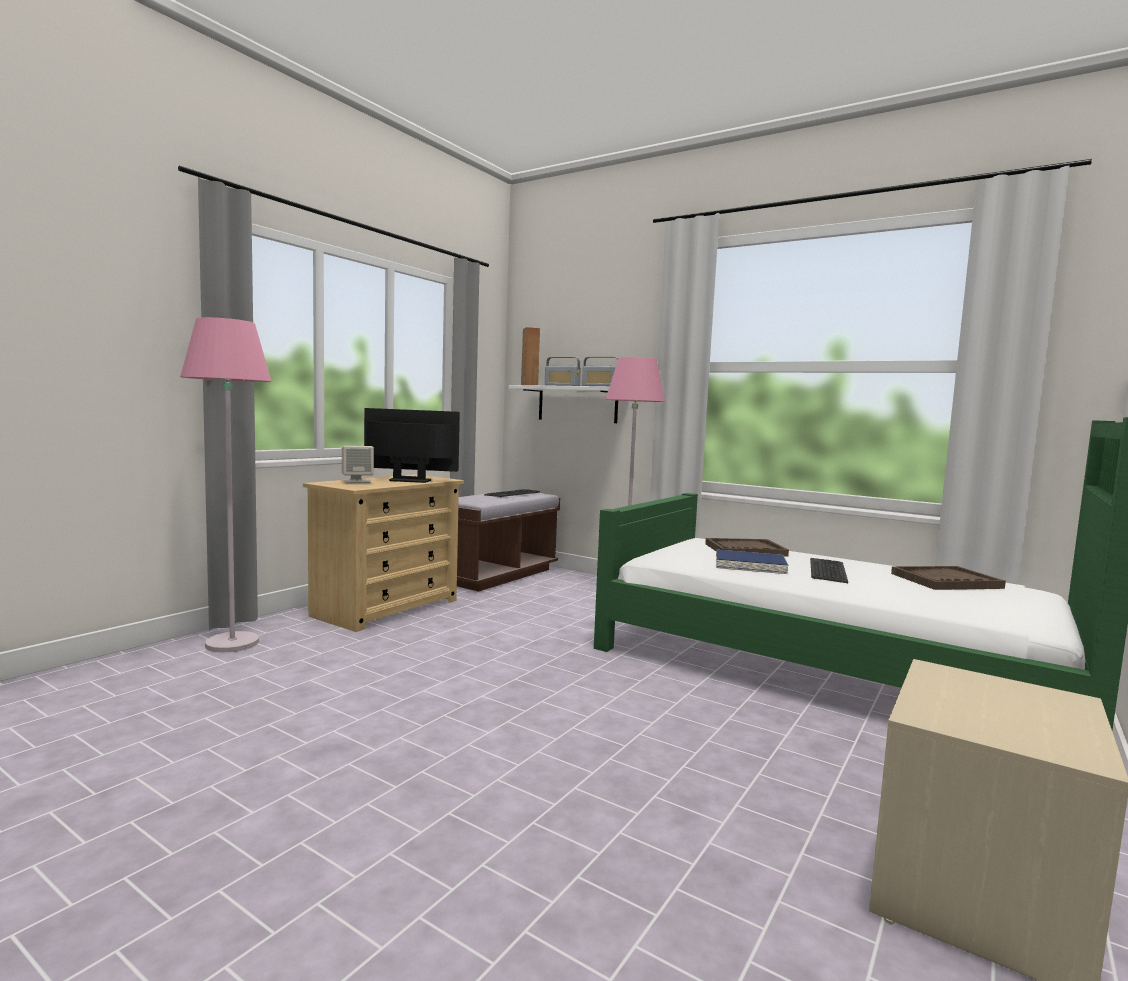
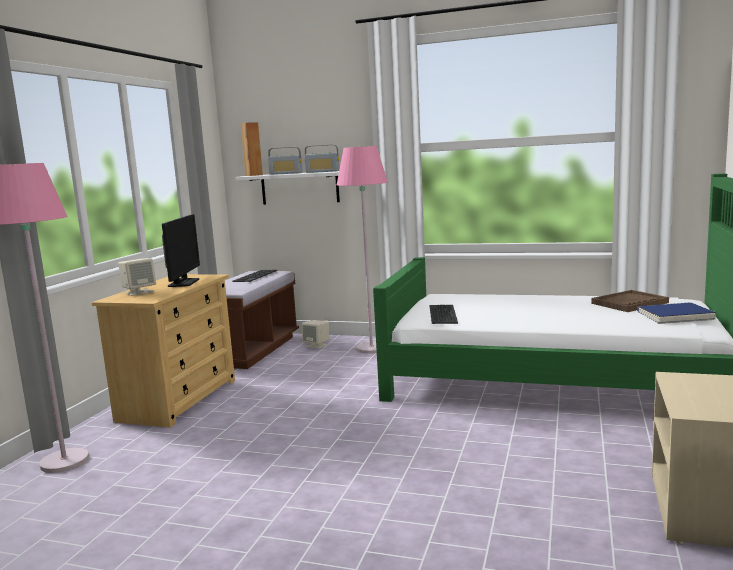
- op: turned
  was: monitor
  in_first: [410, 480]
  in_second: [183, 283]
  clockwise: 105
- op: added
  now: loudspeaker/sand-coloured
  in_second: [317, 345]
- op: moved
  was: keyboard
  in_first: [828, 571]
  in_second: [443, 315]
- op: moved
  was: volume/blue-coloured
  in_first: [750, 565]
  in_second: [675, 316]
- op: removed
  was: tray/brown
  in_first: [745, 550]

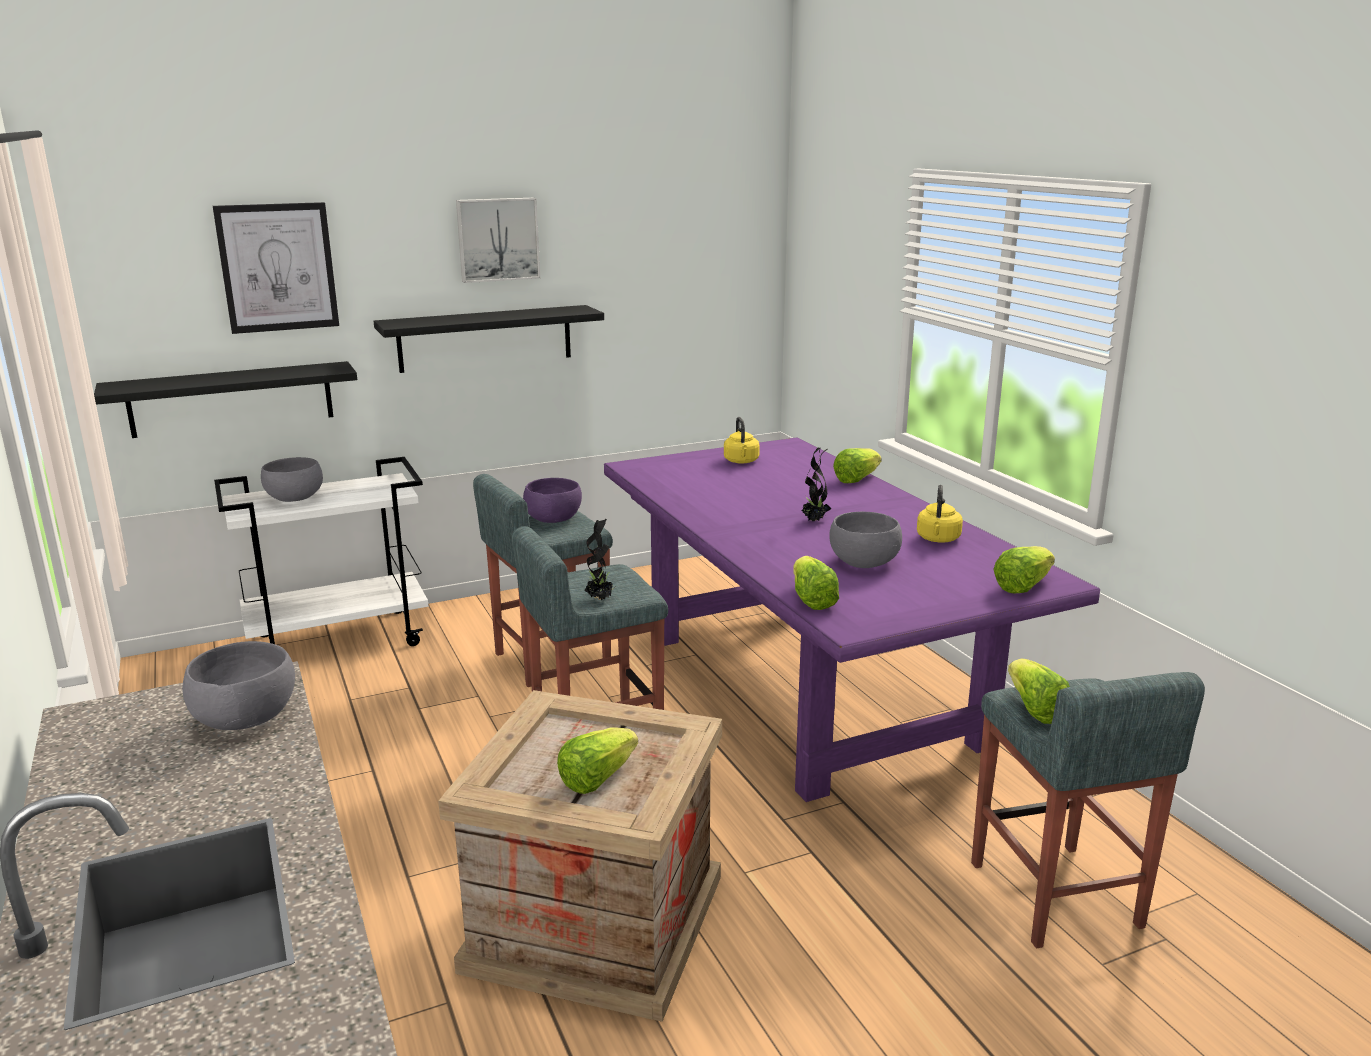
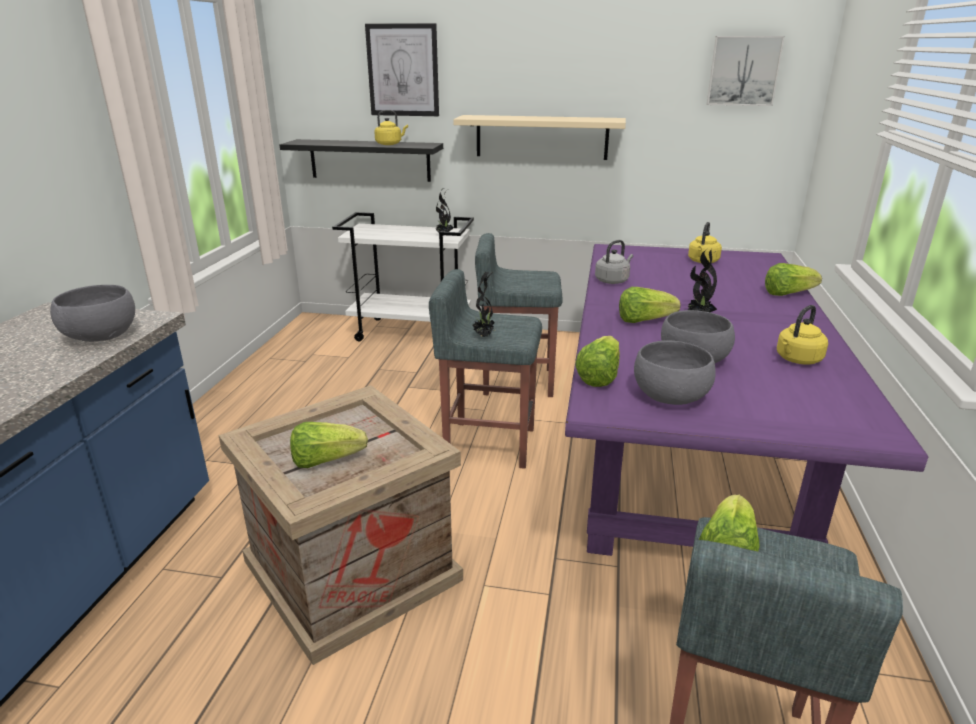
- op: added
  now: kettle/yellowish
  in_second: [390, 144]
- op: added
  now: houseplant
  in_second: [443, 235]
- op: recoloured
  was: wall shelf/black
  now: wall shelf/sand-coloured
  in_first: [485, 338]
  in_second: [541, 137]
- op: added
  now: kettle/greyish
  in_second: [613, 280]
- op: moved
  was: head of lettuce
  in_first: [1022, 586]
  in_second: [643, 320]
- op: moved
  was: serving bowl/greyish
  in_first: [295, 498]
  in_second: [670, 396]
- op: moved
  was: wall art
  in_first: [497, 239]
  in_second: [743, 71]
- op: removed
  was: serving bowl/purple
  in_first: [553, 519]

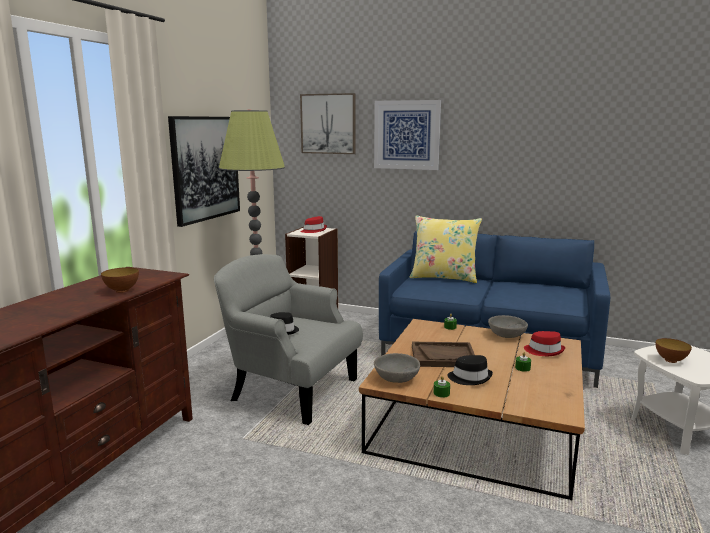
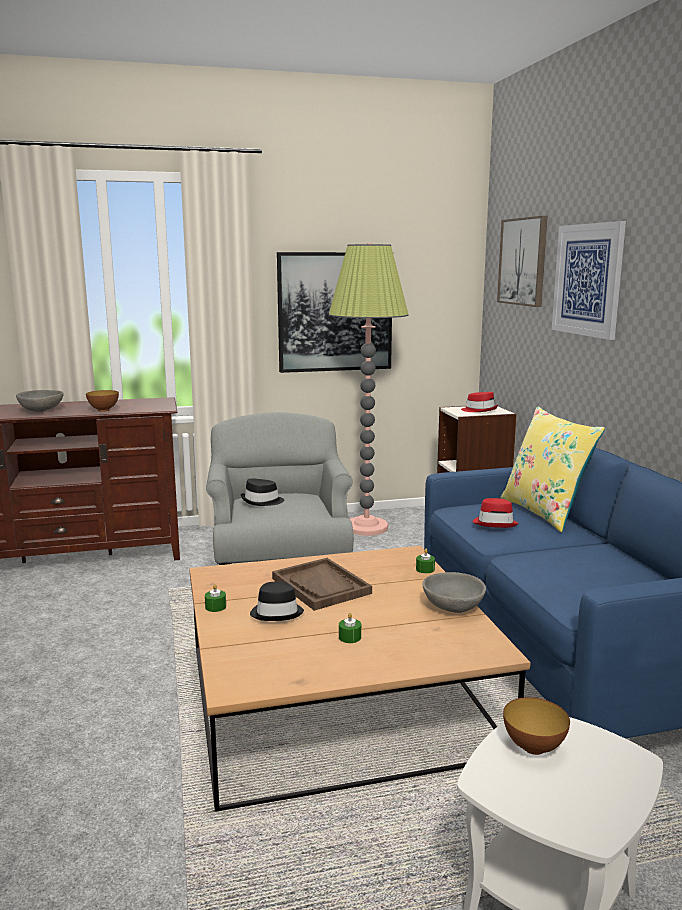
- op: moved
  was: serving bowl/greyish
  in_first: [397, 379]
  in_second: [41, 410]
- op: moved
  was: clothing hat/reddish
  in_first: [544, 351]
  in_second: [495, 523]

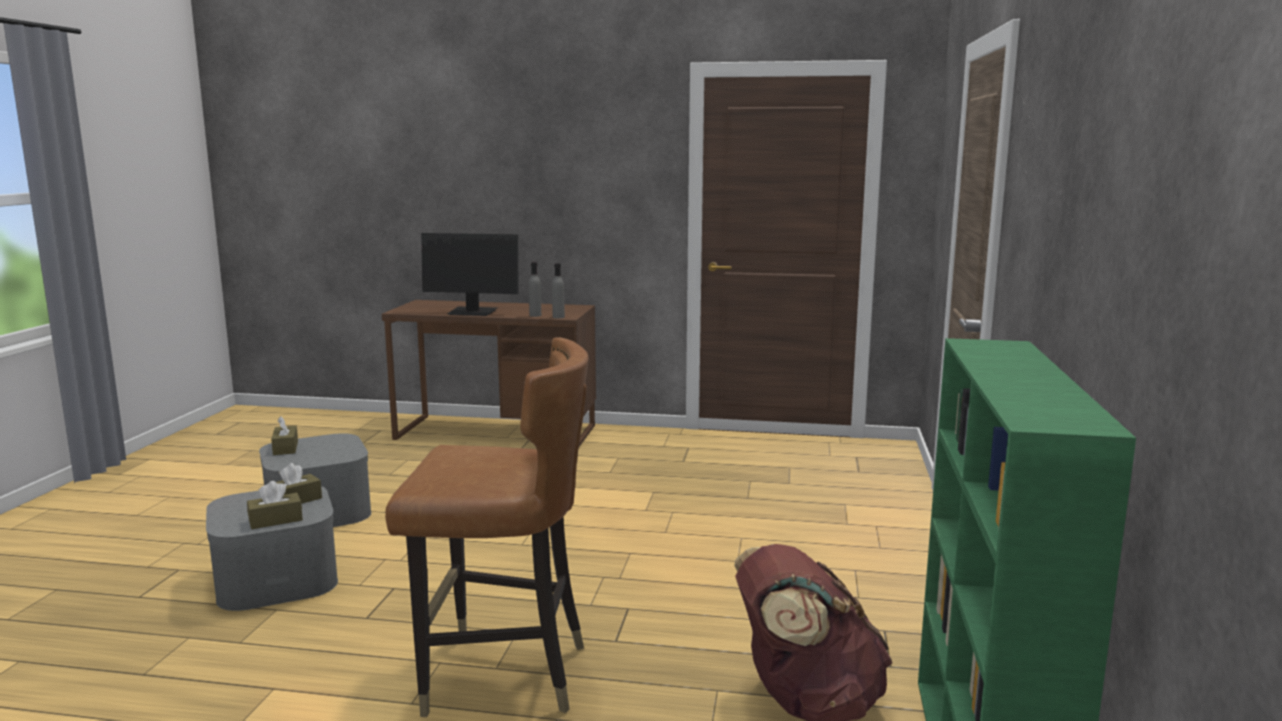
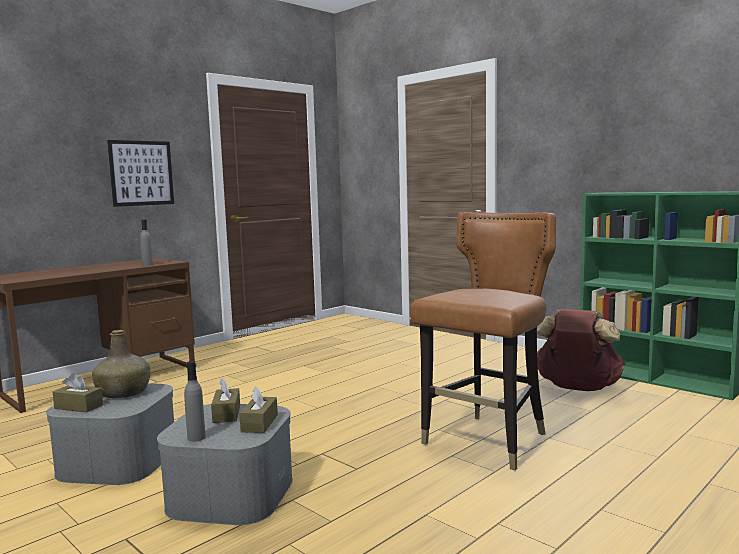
- op: added
  now: beverage bottle/green
  in_second: [124, 392]
- op: added
  now: wall art
  in_second: [141, 173]
- op: moved
  was: beverage bottle/greyish
  in_first: [558, 317]
  in_second: [196, 438]
- op: removed
  was: monitor
  in_first: [472, 312]

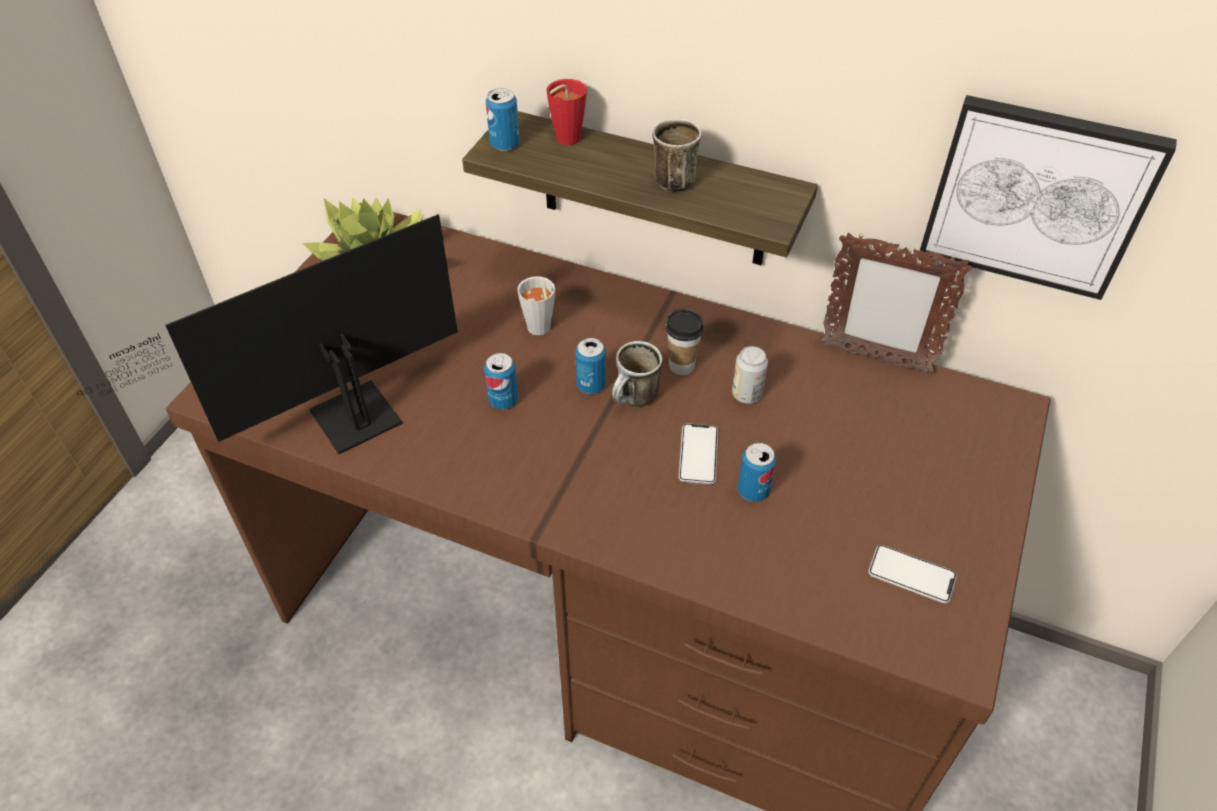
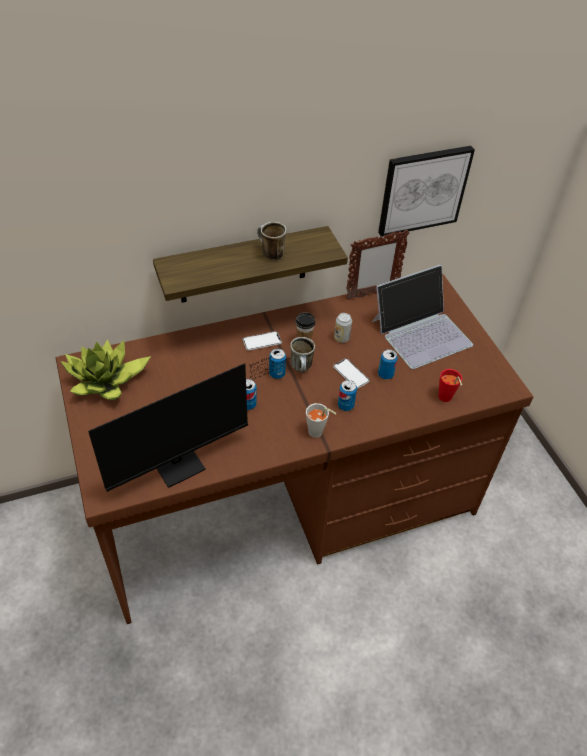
- op: turned
  was: monitor
  in_first: [342, 420]
  in_second: [185, 462]
  clockwise: -135
- op: moved
  was: handset
  in_first: [911, 575]
  in_second: [262, 341]
- op: moved
  was: small cup/greyish
  in_first: [539, 331]
  in_second: [318, 433]
- op: moved
  was: metal can
  in_first: [505, 144]
  in_second: [345, 405]
- op: added
  now: laptop
  in_second: [421, 332]
- op: moved
  was: small cup/reddish
  in_first: [564, 141]
  in_second: [445, 399]

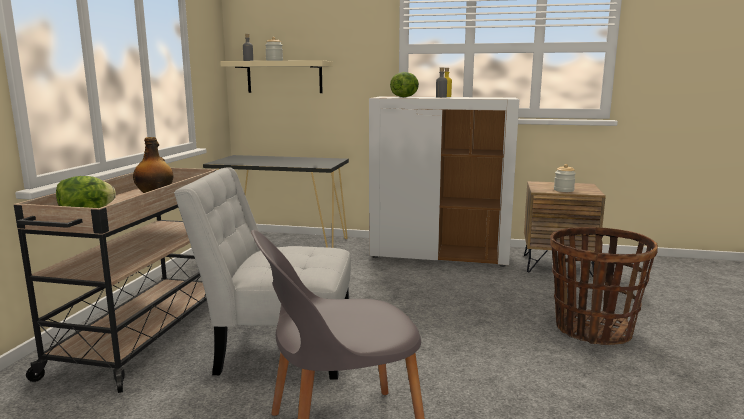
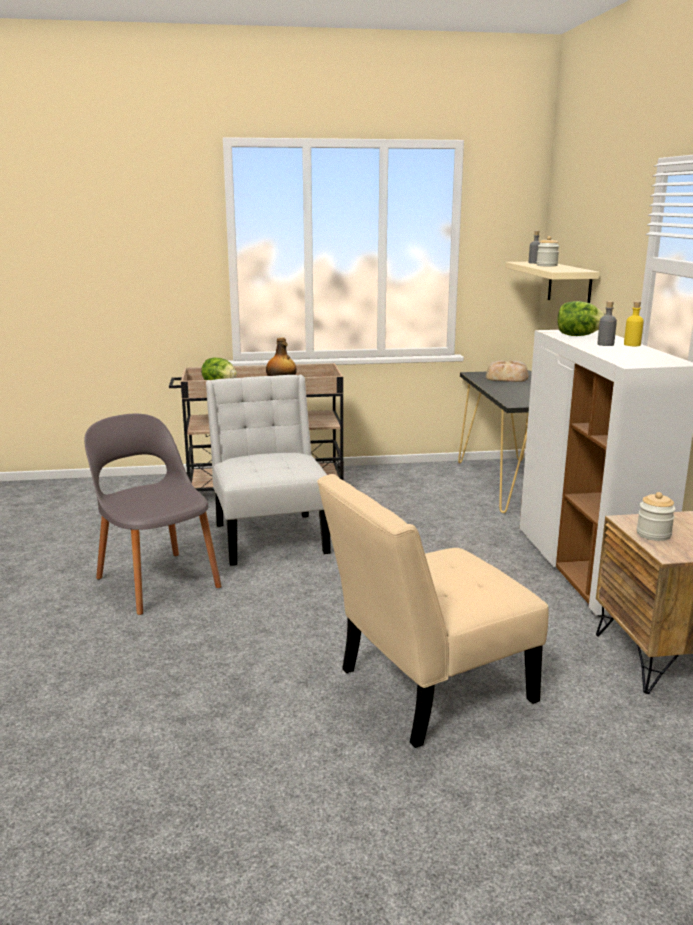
- op: replaced
  was: basket
  now: chair/sand-coloured
  in_first: [592, 329]
  in_second: [426, 689]
- op: added
  now: bread
  in_second: [507, 377]

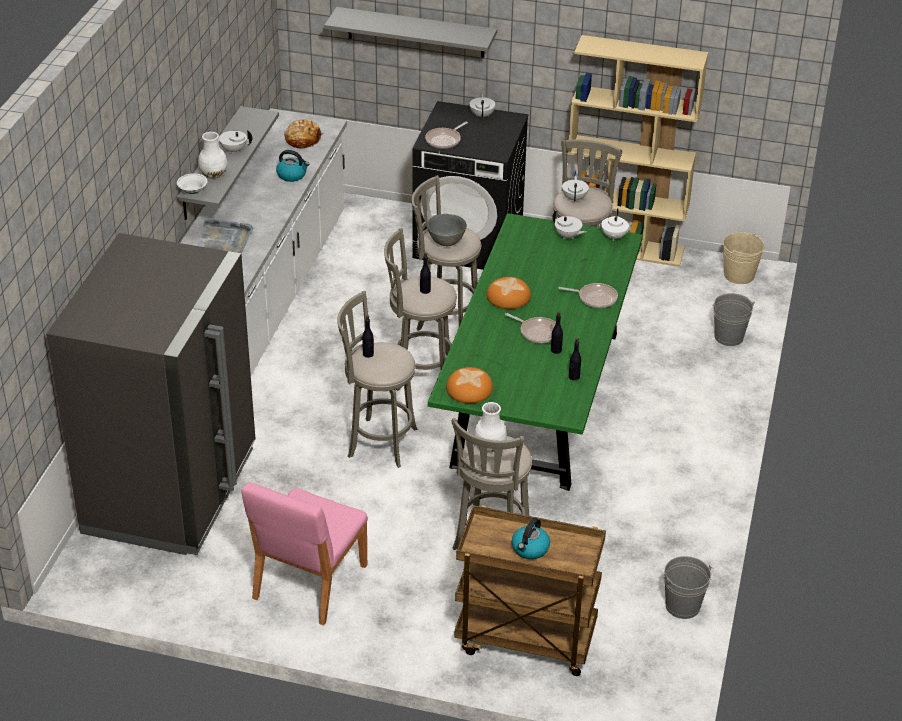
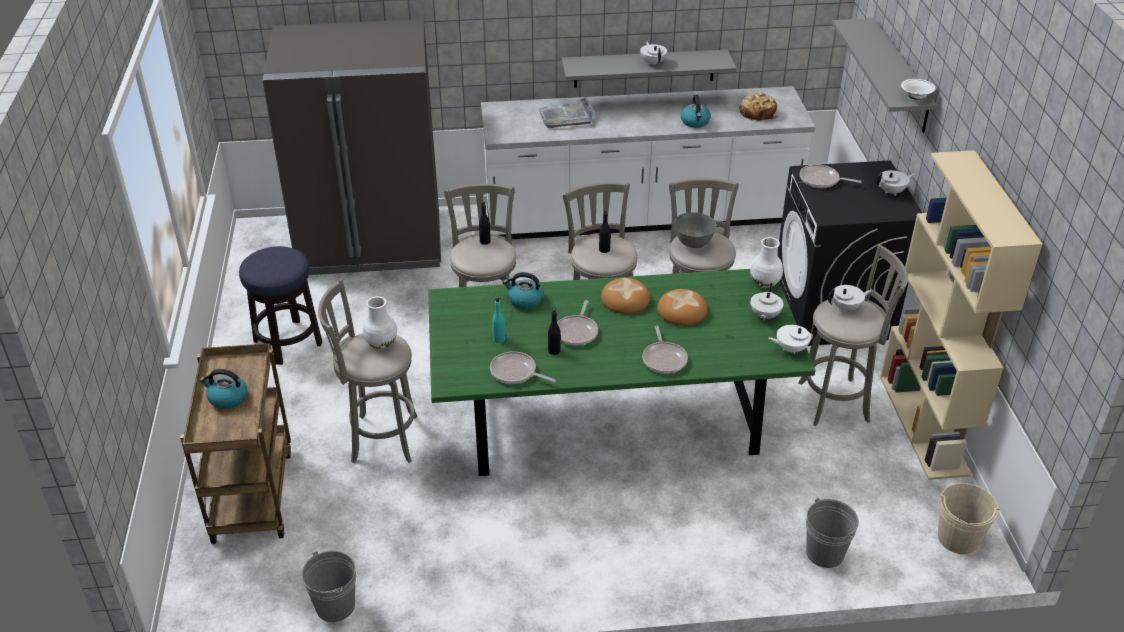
- op: replaced
  was: chair/pinkish
  now: sitting stool
  in_first: [308, 582]
  in_second: [288, 342]
- op: replaced
  was: beverage bottle/black
  now: skillet
  in_first: [574, 377]
  in_second: [515, 372]
- op: added
  now: beverage bottle/blue-green
  in_second: [499, 339]
- op: added
  now: kettle
  in_second: [525, 300]
- op: moved
  was: bread
  in_first: [469, 388]
  in_second: [682, 311]
- op: moved
  was: decorative vase/white-coloured
  in_first: [214, 175]
  in_second: [765, 283]
- op: moved
  was: serving bowl/white-coloured
  in_first: [193, 191]
  in_second: [915, 98]

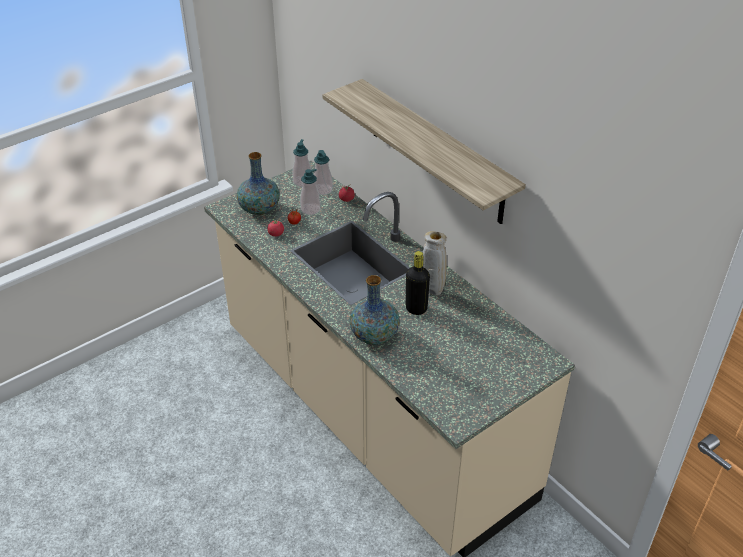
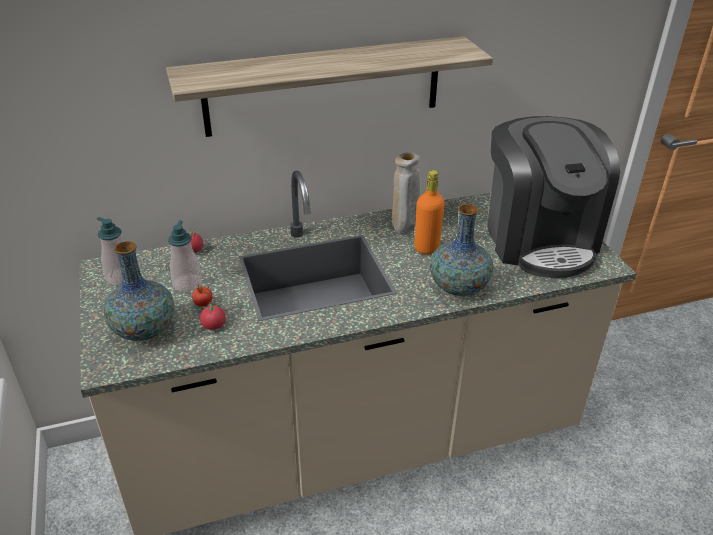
- op: recoloured
  was: beverage bottle/black
  now: beverage bottle/orange
  in_first: [416, 308]
  in_second: [426, 248]
- op: added
  now: coffee machine
  in_second: [539, 239]
- op: removed
  was: soap dispenser
  in_first: [323, 190]

